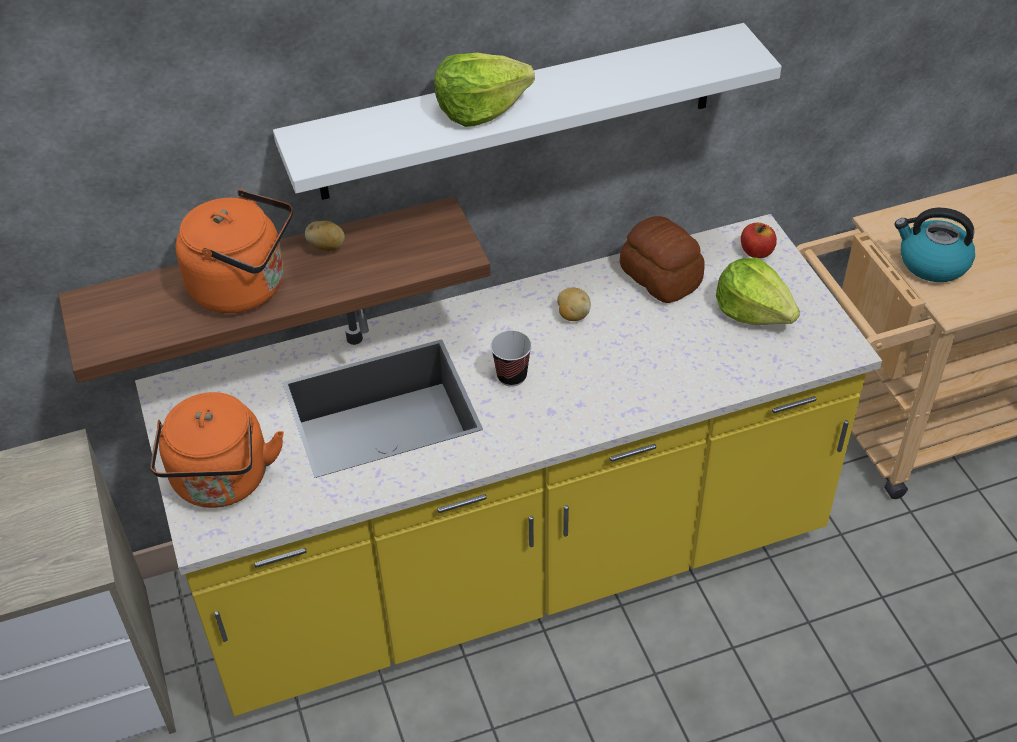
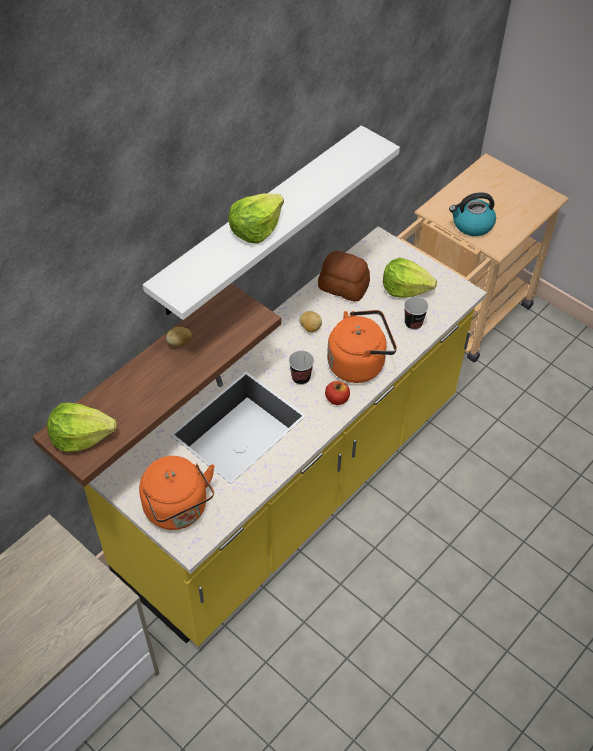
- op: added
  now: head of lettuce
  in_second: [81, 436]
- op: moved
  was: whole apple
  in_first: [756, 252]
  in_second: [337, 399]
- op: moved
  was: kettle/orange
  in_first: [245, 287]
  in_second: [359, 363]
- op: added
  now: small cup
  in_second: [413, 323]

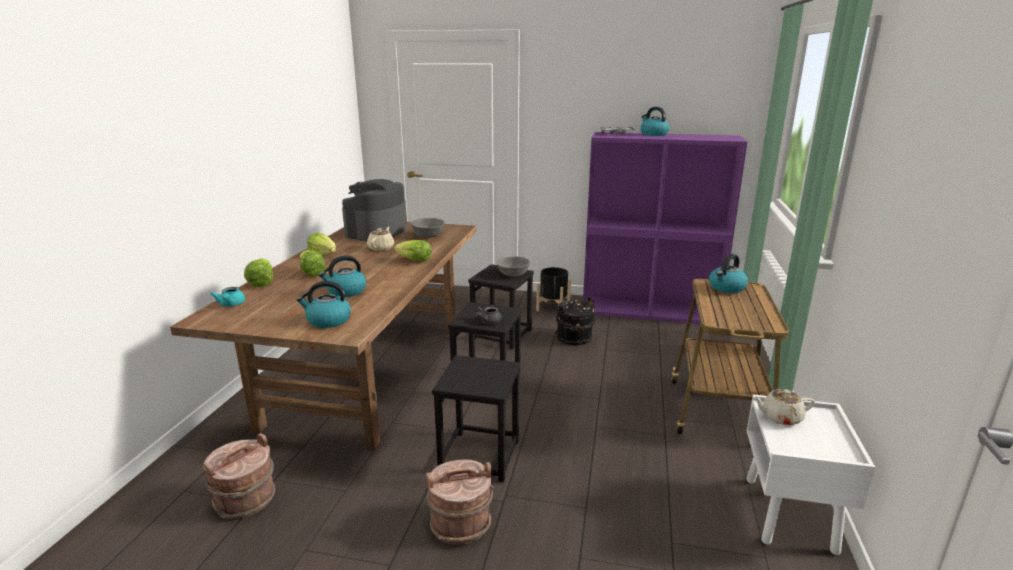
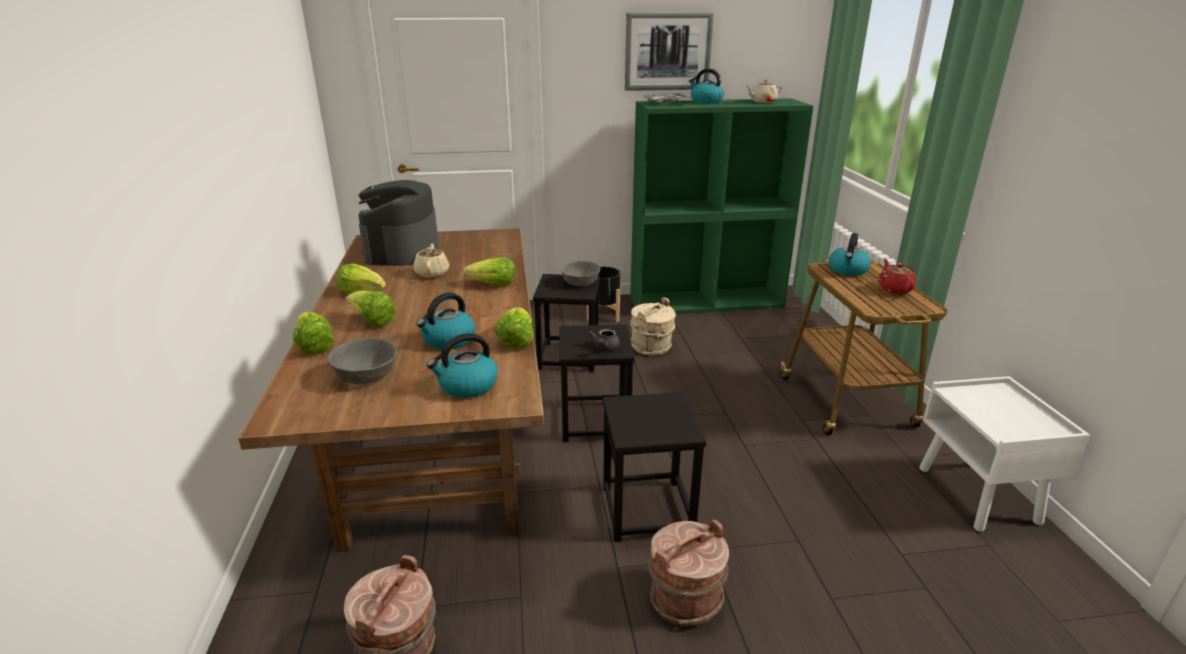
- op: moved
  was: serving bowl/greyish
  in_first: [428, 235]
  in_second: [367, 376]
- op: added
  now: head of lettuce
  in_second: [516, 340]
- op: added
  now: wall art
  in_second: [668, 51]
- op: recoloured
  was: bookshelf/purple
  now: bookshelf/green
  in_first: [650, 310]
  in_second: [706, 301]
- op: recoloured
  was: bucket/black
  now: bucket/sand-coloured
  in_first: [574, 338]
  in_second: [651, 347]
- op: moved
  was: teapot/sand-coloured
  in_first: [780, 417]
  in_second: [762, 102]
- op: added
  now: teapot/reddish
  in_second: [894, 289]
- op: removed
  was: teapot/blue-green
  in_first: [231, 305]

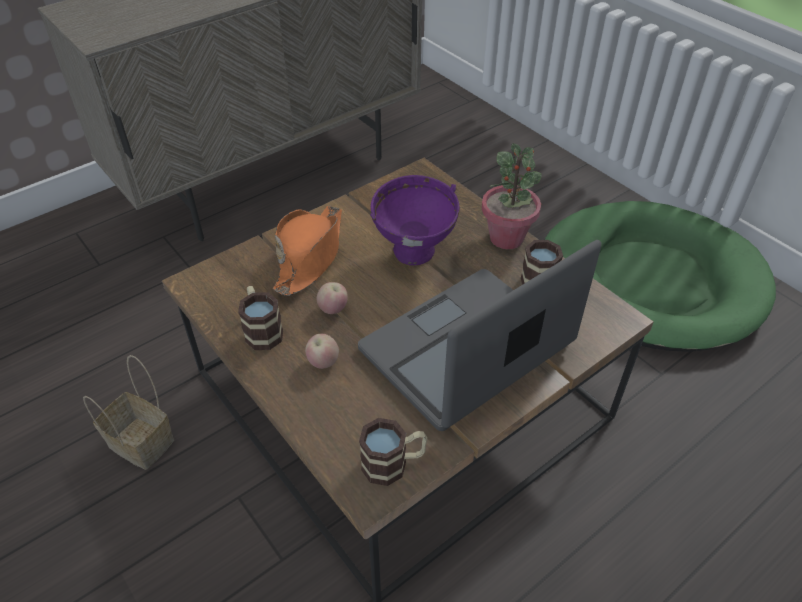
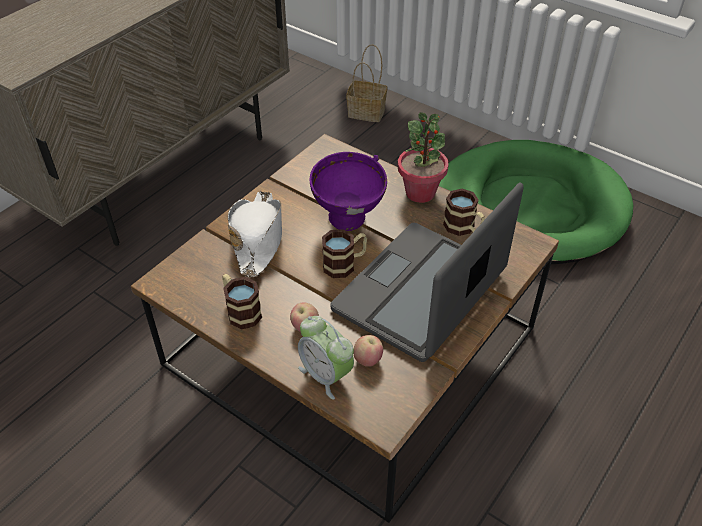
- op: recoloured
  was: clothing hat/orange
  now: clothing hat/white-coloured
  in_first: [310, 255]
  in_second: [258, 238]
- op: added
  now: table clock
  in_second: [326, 375]
- op: moved
  was: coffee mug
  in_first: [393, 464]
  in_second: [345, 264]
- op: moved
  was: basket
  in_first: [143, 443]
  in_second: [368, 112]
- op: moved
  was: whole apple
  in_first: [333, 309]
  in_second: [368, 360]

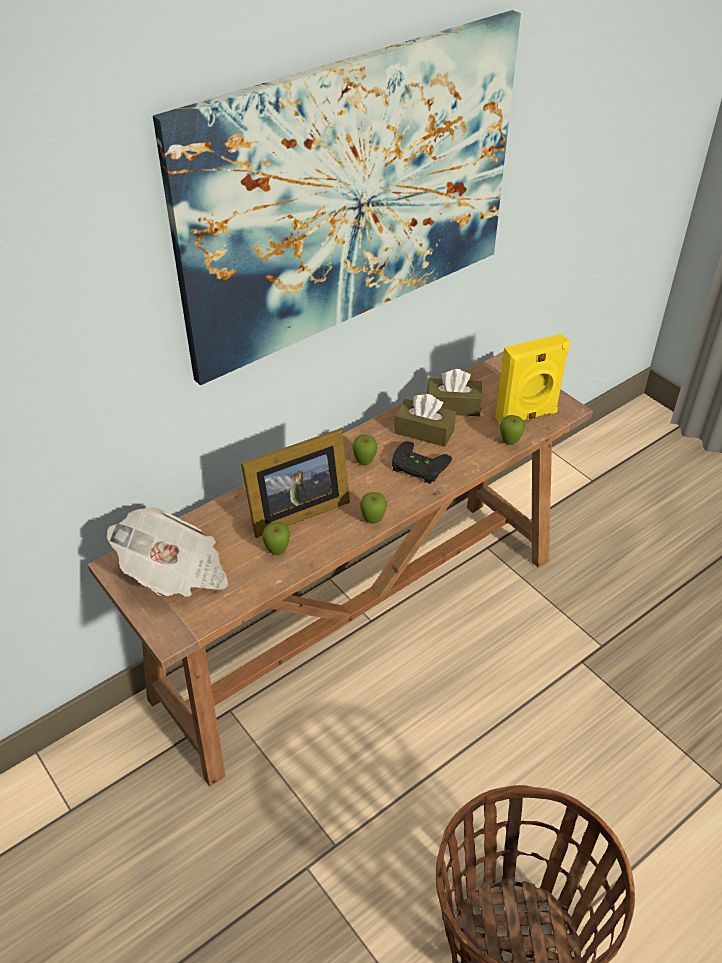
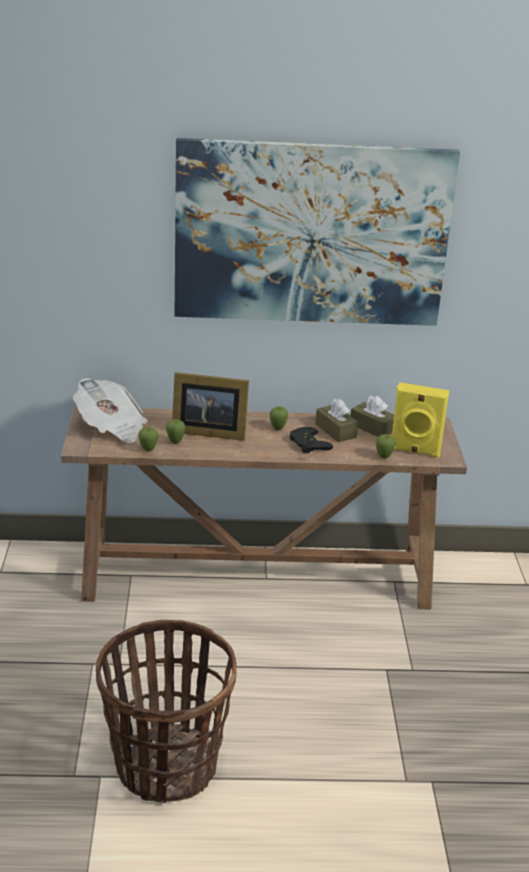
- op: moved
  was: whole apple
  in_first: [373, 521]
  in_second: [148, 450]

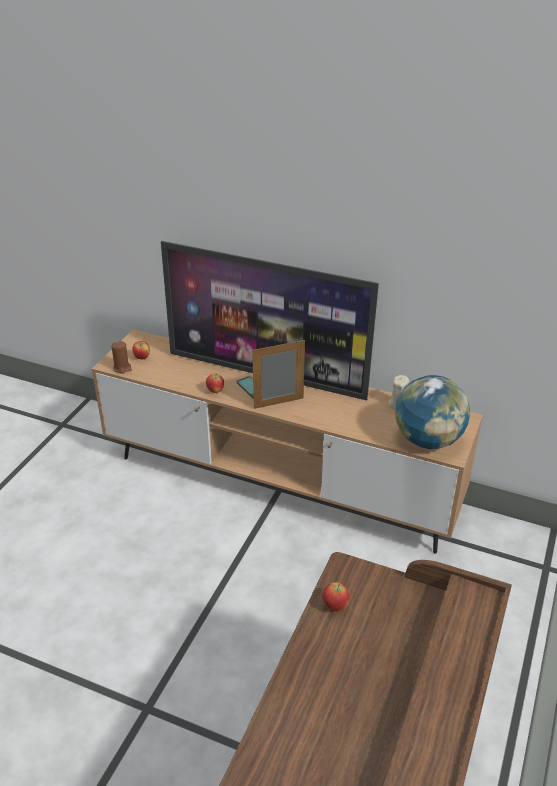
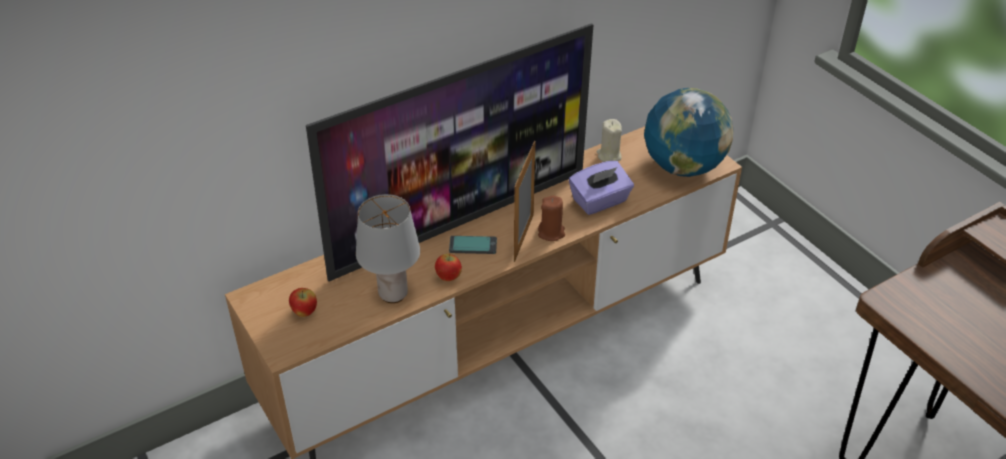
- op: added
  now: lamp for a table/greyish
  in_second: [393, 294]
- op: moved
  was: wax candle/brown
  in_first: [122, 368]
  in_second: [551, 233]
- op: added
  now: tissue holder/purple
  in_second: [600, 201]
- op: removed
  was: whole apple
  in_first: [335, 606]

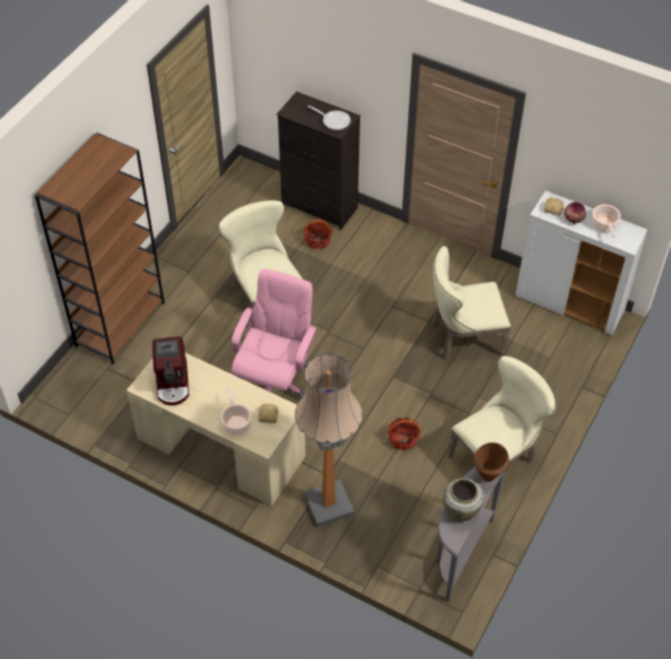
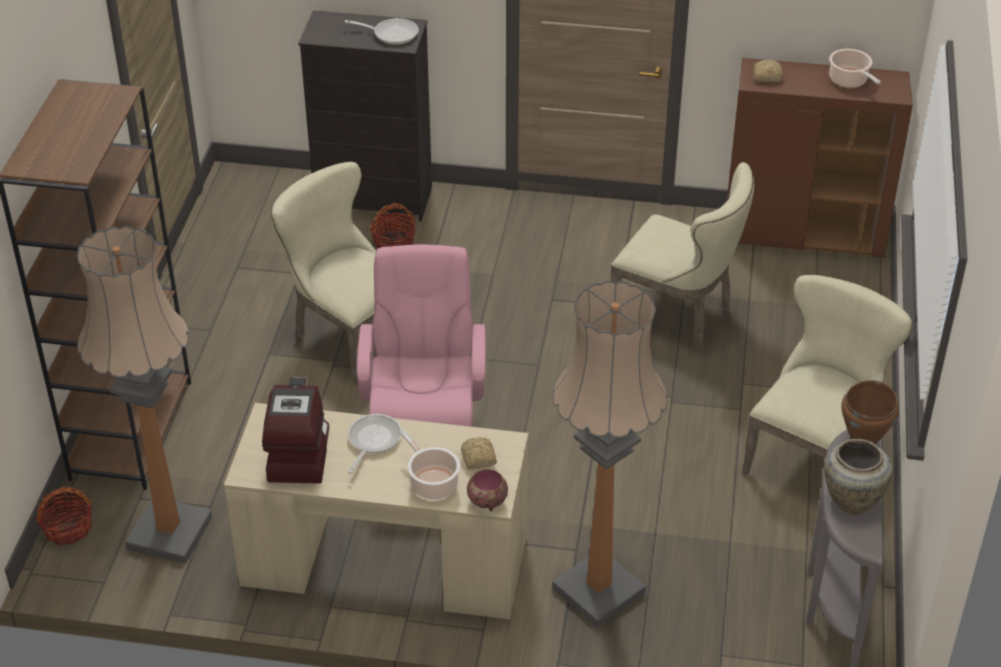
- op: moved
  was: basket
  in_first: [403, 439]
  in_second: [67, 528]
- op: added
  now: standing lamp
  in_second: [169, 533]
- op: turned
  was: coffee machine
  in_first: [173, 383]
  in_second: [298, 454]
  clockwise: -150
- op: added
  now: skillet
  in_second: [372, 441]
- op: moved
  was: serving bowl
  in_first: [573, 219]
  in_second: [486, 502]
- op: turned
  was: chair/sand-coloured
  in_first: [463, 338]
  in_second: [678, 315]
  clockwise: -120
- op: recoloured
  was: cupboard/white-coloured
  now: cupboard/brown
  in_first: [570, 304]
  in_second: [803, 235]

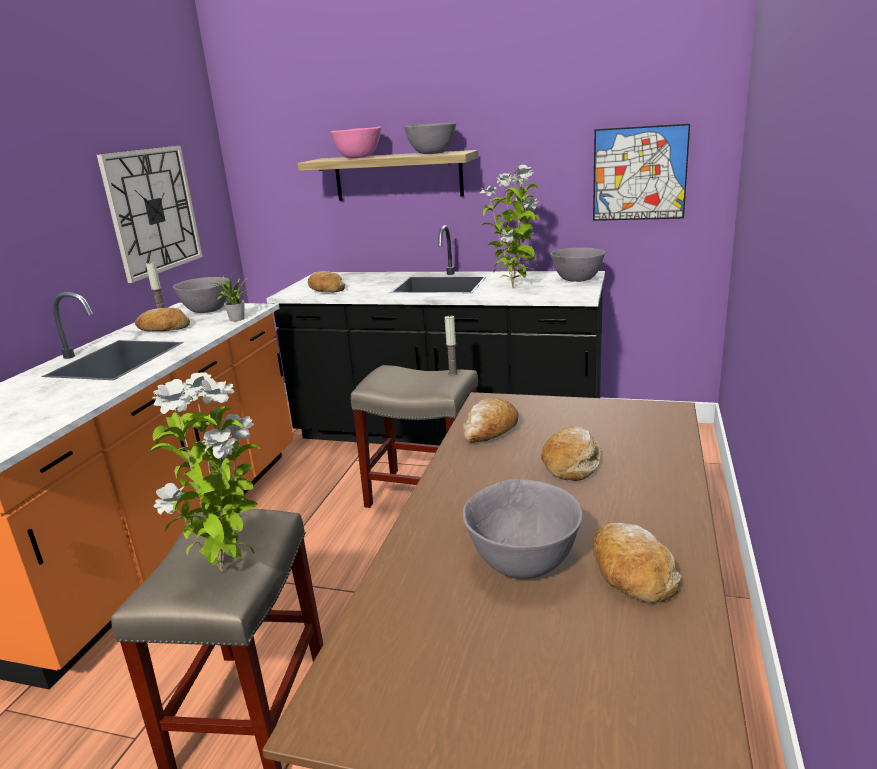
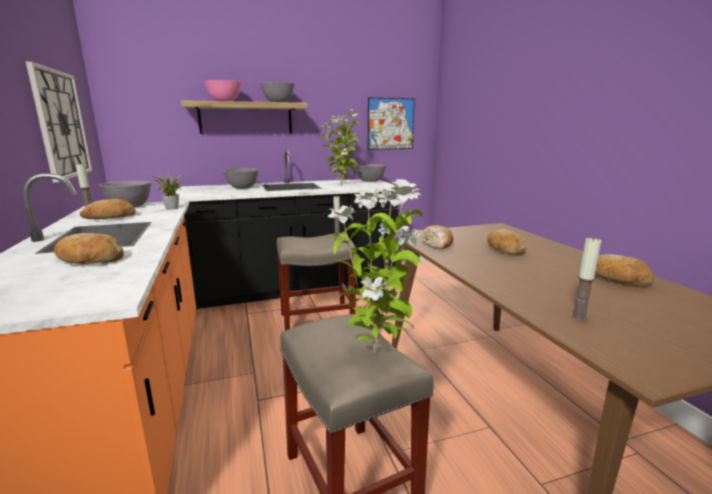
- op: moved
  was: bread
  in_first: [325, 290]
  in_second: [89, 260]
- op: moved
  was: serving bowl/greyish
  in_first: [523, 561]
  in_second: [242, 187]
- op: added
  now: wax candle
  in_second: [578, 317]

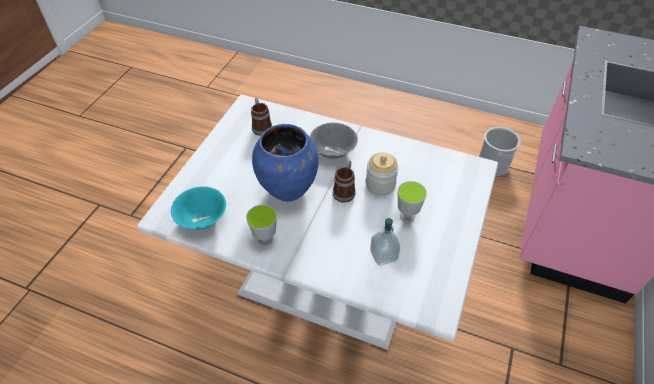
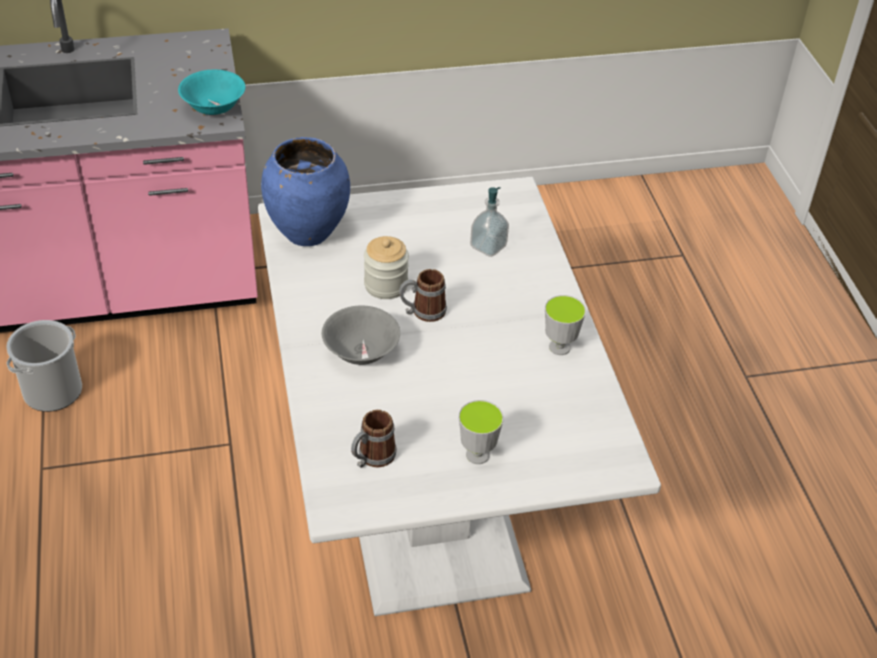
- op: moved
  was: serving bowl/blue-green
  in_first: [202, 219]
  in_second: [214, 108]
- op: moved
  was: decorative vase/blue-coloured
  in_first: [289, 190]
  in_second: [307, 233]
- op: moved
  was: small cup
  in_first: [407, 215]
  in_second: [477, 455]

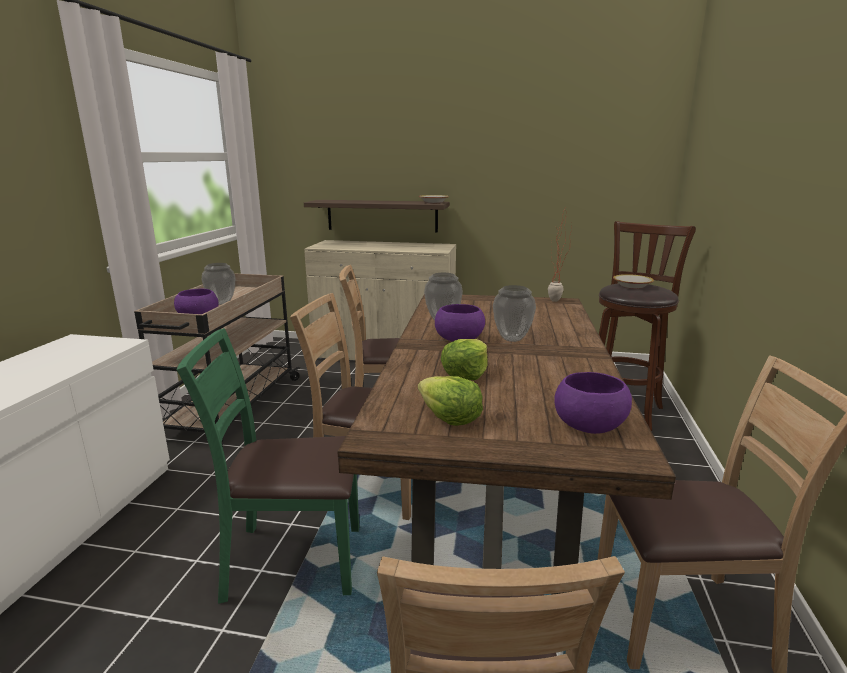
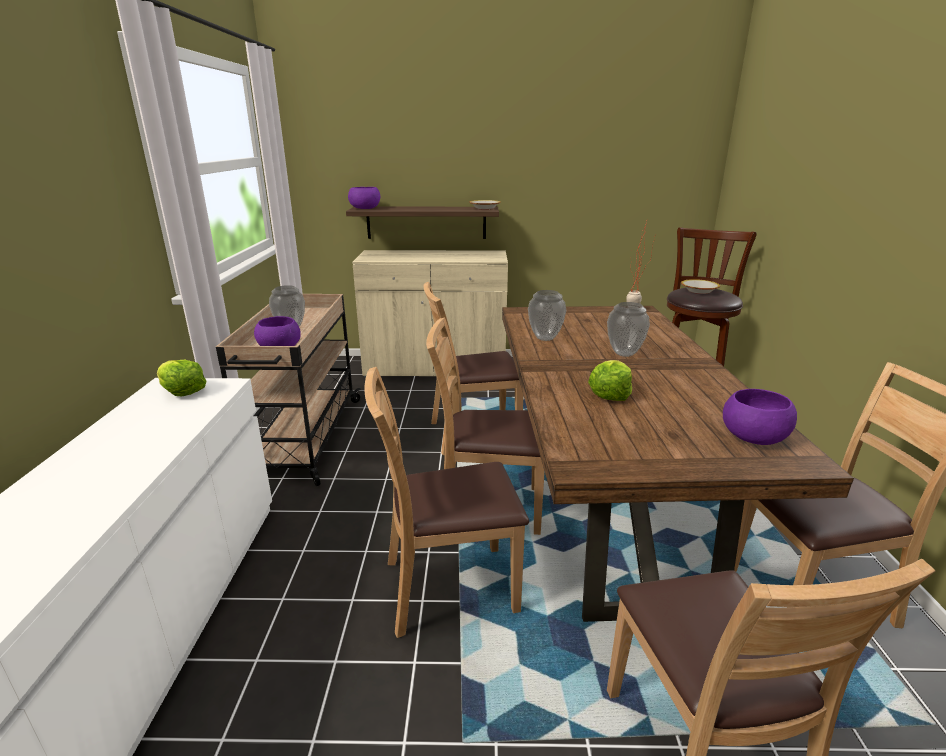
- op: moved
  was: head of lettuce
  in_first: [449, 418]
  in_second: [182, 391]
- op: moved
  was: serving bowl/purple
  in_first: [459, 339]
  in_second: [365, 208]
- op: recoloured
  was: chair/green
  now: chair/brown
  in_first: [292, 561]
  in_second: [448, 587]

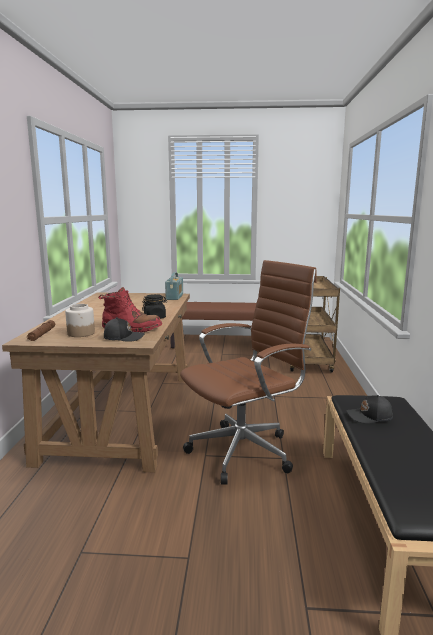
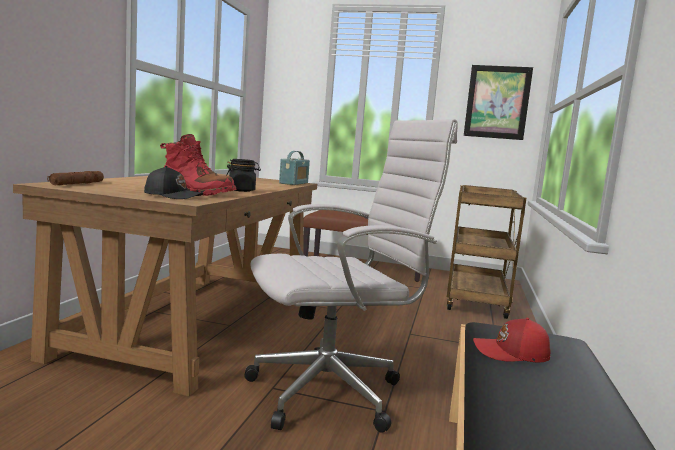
- op: recoloured
  was: desk chair/brown
  now: desk chair/white-coloured
  in_first: [245, 451]
  in_second: [333, 392]
- op: added
  now: wall art
  in_second: [497, 102]
- op: recoloured
  was: baseball cap/black
  now: baseball cap/reddish
  in_first: [369, 417]
  in_second: [511, 353]
- op: removed
  was: storage jar
  in_first: [81, 333]

